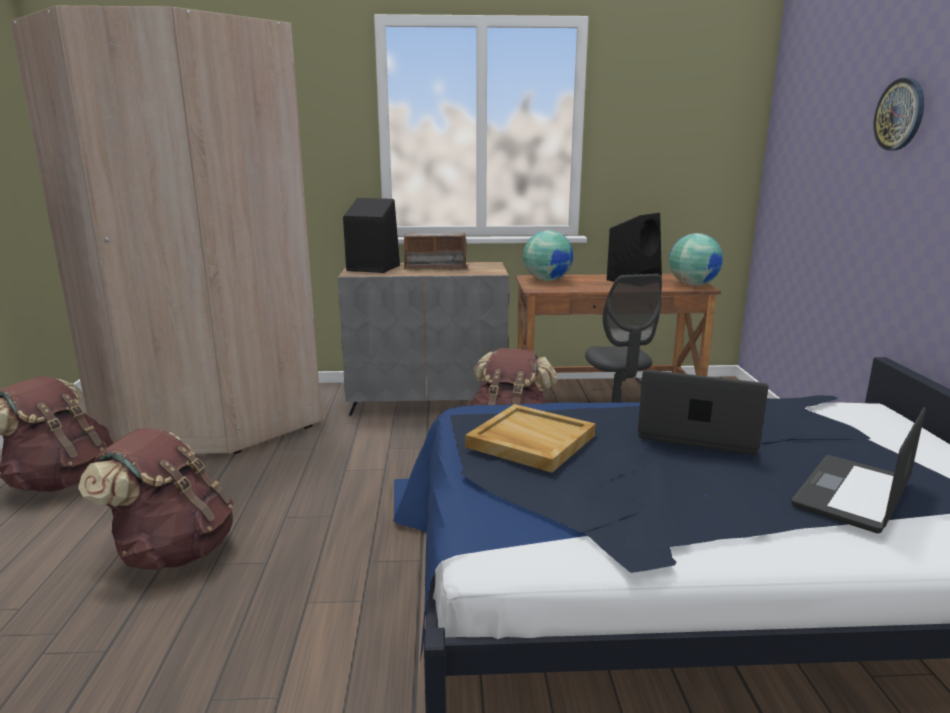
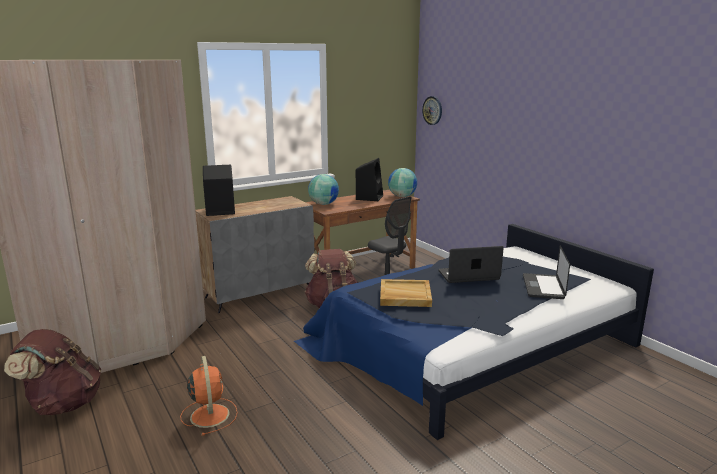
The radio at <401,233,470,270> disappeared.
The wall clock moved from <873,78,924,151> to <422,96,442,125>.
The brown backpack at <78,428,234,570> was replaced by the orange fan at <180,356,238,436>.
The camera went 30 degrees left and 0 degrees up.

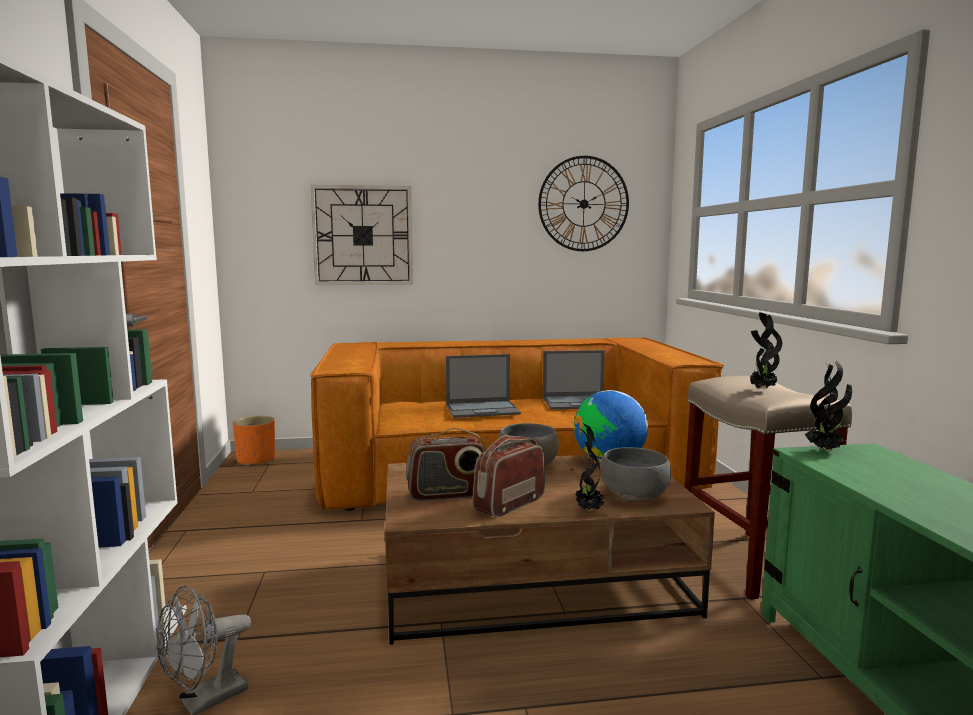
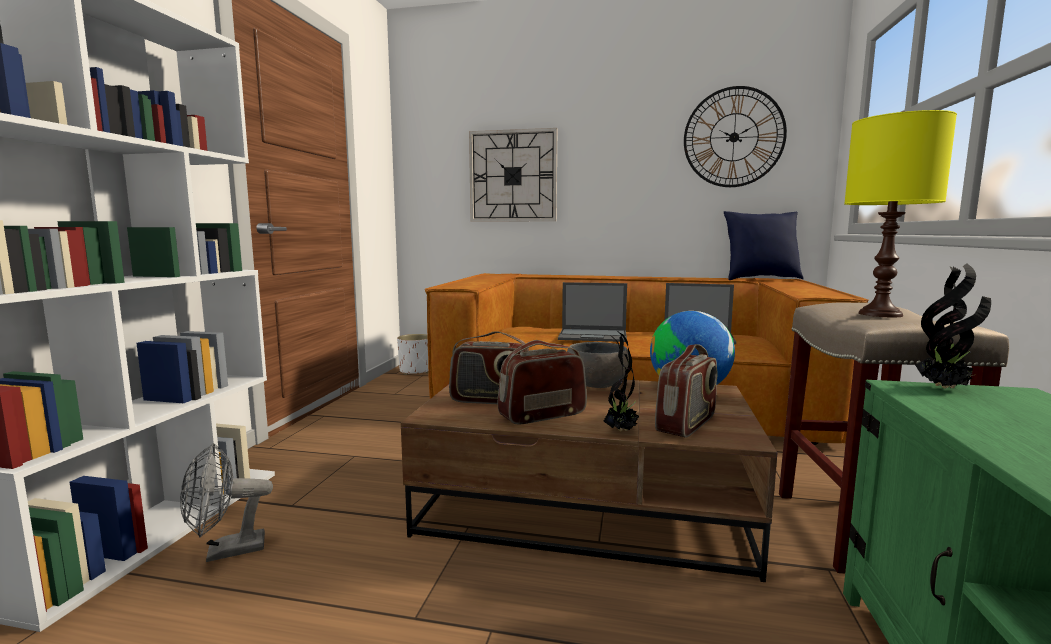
The blue pillow at <724,211,804,280> appeared.
The grey bowl at <600,447,671,503> was replaced by the radio at <655,344,717,438>.
The potted plant at <750,312,782,389> was replaced by the yellow table lamp at <844,110,957,317>.
The orange planter at <233,416,275,466> became the white planter at <397,334,428,375>.
The camera went 20 degrees right and 0 degrees up.

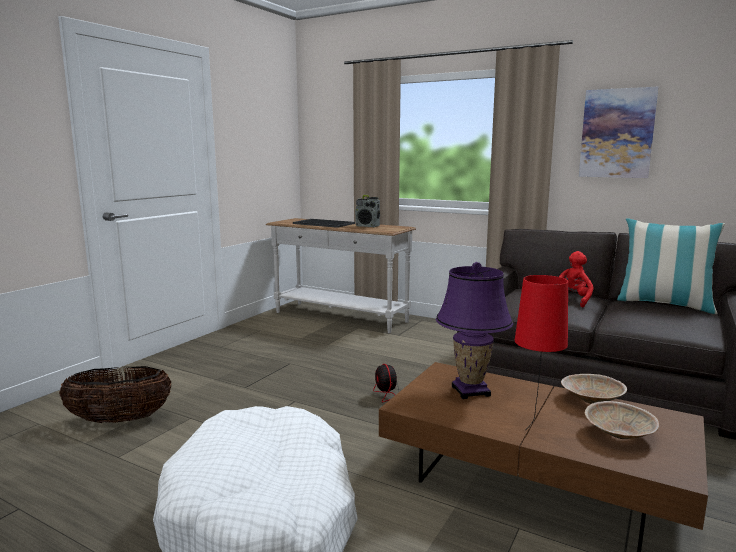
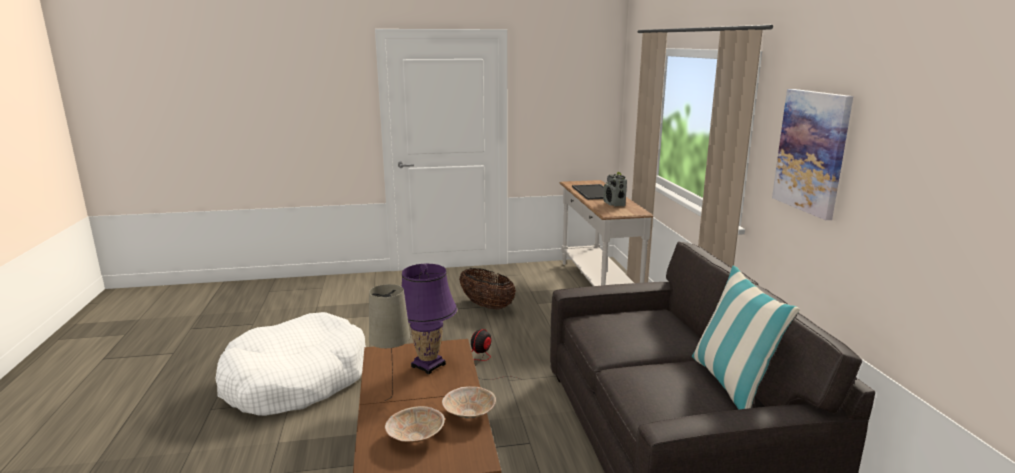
The red plush toy at <559,251,594,308> disappeared.
The basket moved from <59,366,171,423> to <459,268,516,310>.
The red table lamp at <515,275,568,430> became the beige table lamp at <369,284,410,401>.
The camera went 50 degrees right and 5 degrees up.

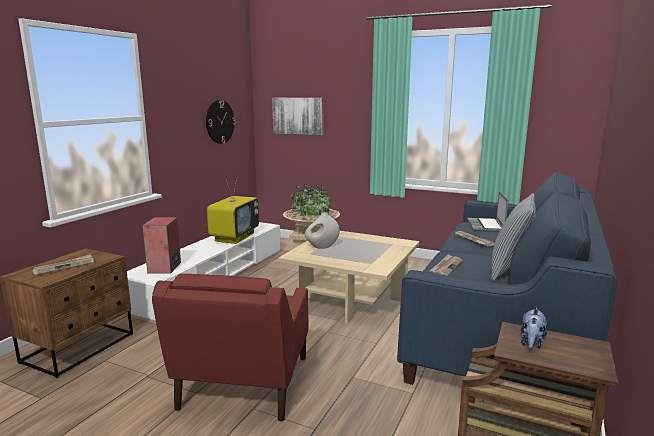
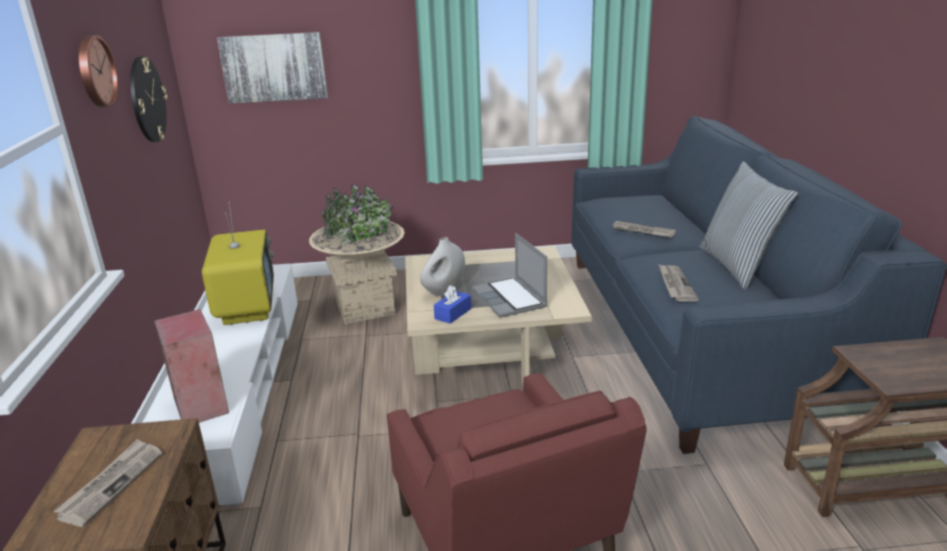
The plush toy at <521,308,547,348> disappeared.
The wall clock at <78,35,119,107> appeared.
The blue tissue box at <434,285,471,324> appeared.
The laptop moved from <467,191,508,232> to <472,233,547,318>.
The camera went 30 degrees left and 10 degrees up.

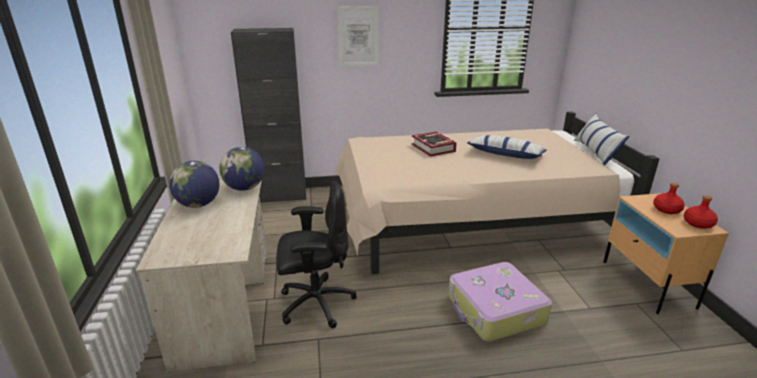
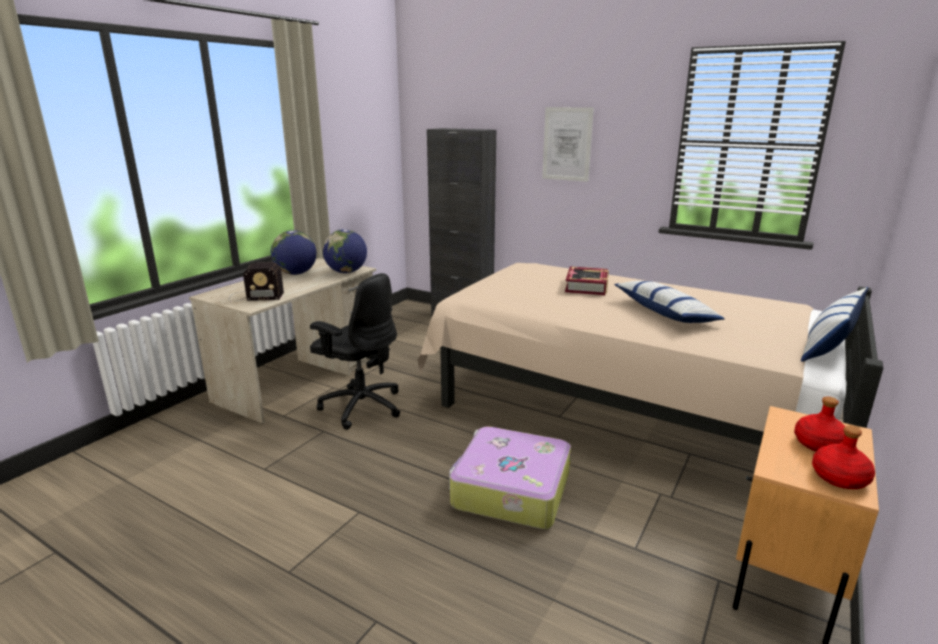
The radio at <229,262,284,302> appeared.
The camera went 40 degrees right and 5 degrees down.

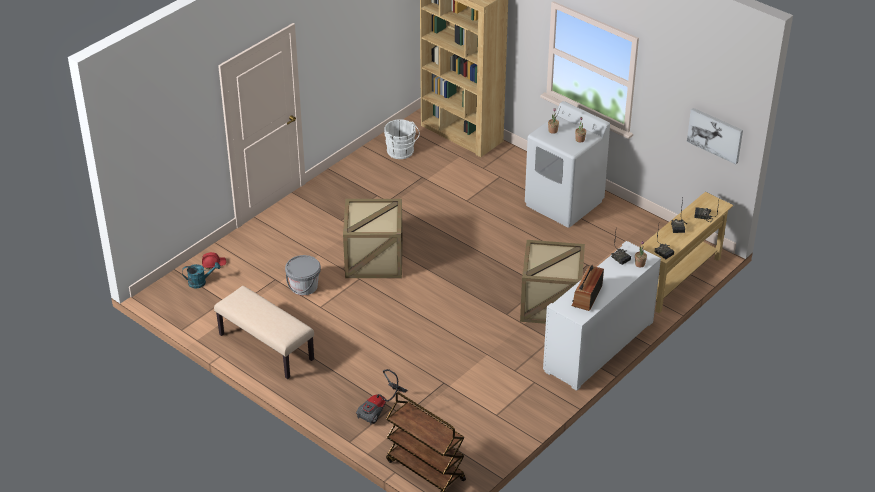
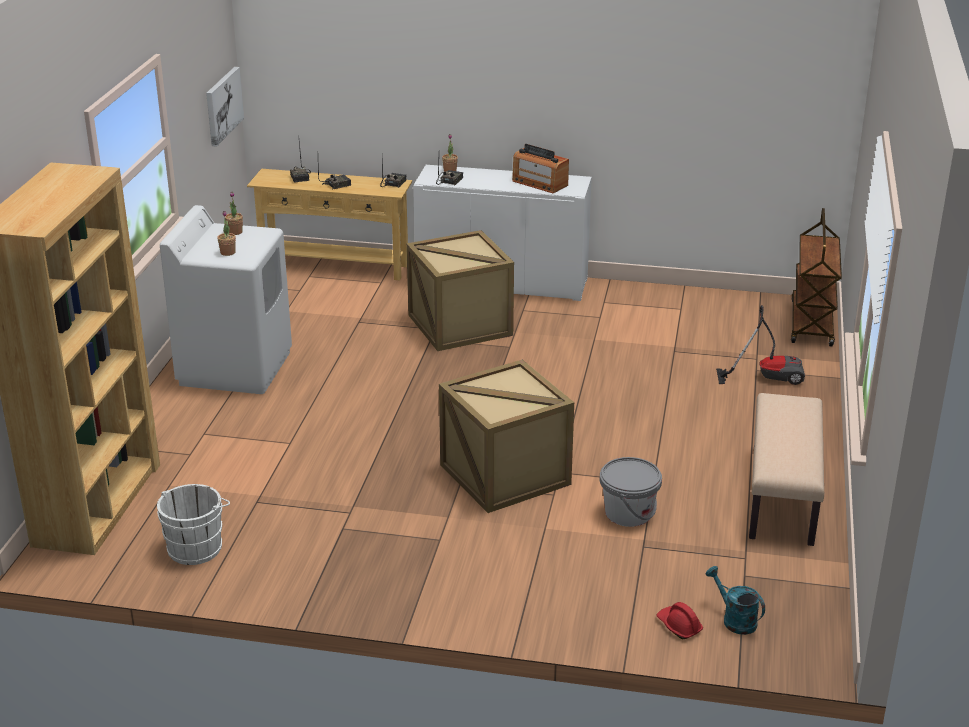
The radio at <572,266,604,311> turned 45 degrees clockwise.
The camera went 120 degrees left and 10 degrees down.

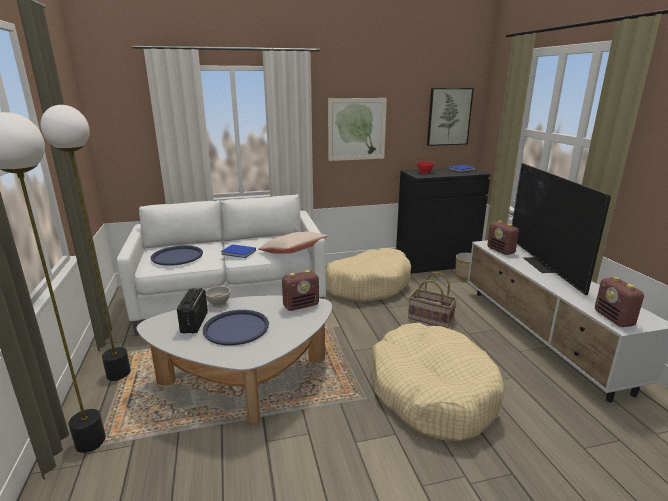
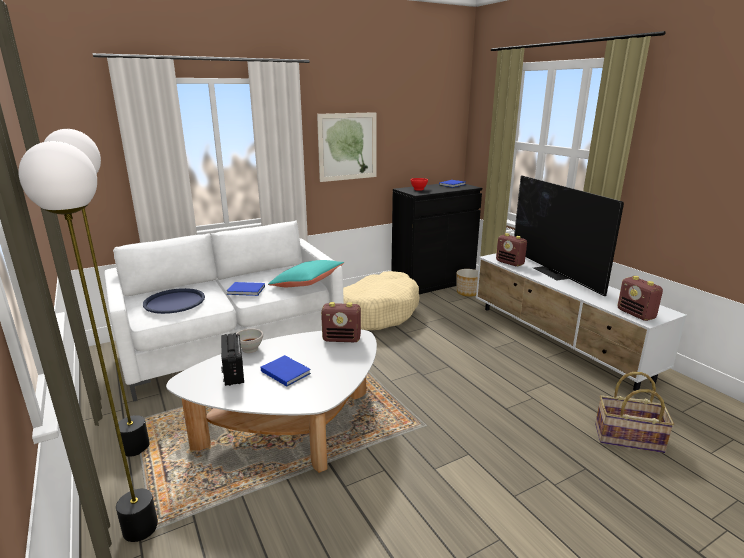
The beige dog bed at <371,323,505,442> disappeared.
The picture at <427,88,474,146> disappeared.
The basket moved from <408,272,457,328> to <595,372,674,453>.
The blue tray at <203,310,269,345> was replaced by the blue book at <261,355,311,387>.
The beige pillow at <258,231,328,254> became the turquoise pillow at <268,260,344,287>.
The radio at <282,270,319,311> turned 45 degrees clockwise.
The camera went 15 degrees left and 0 degrees up.

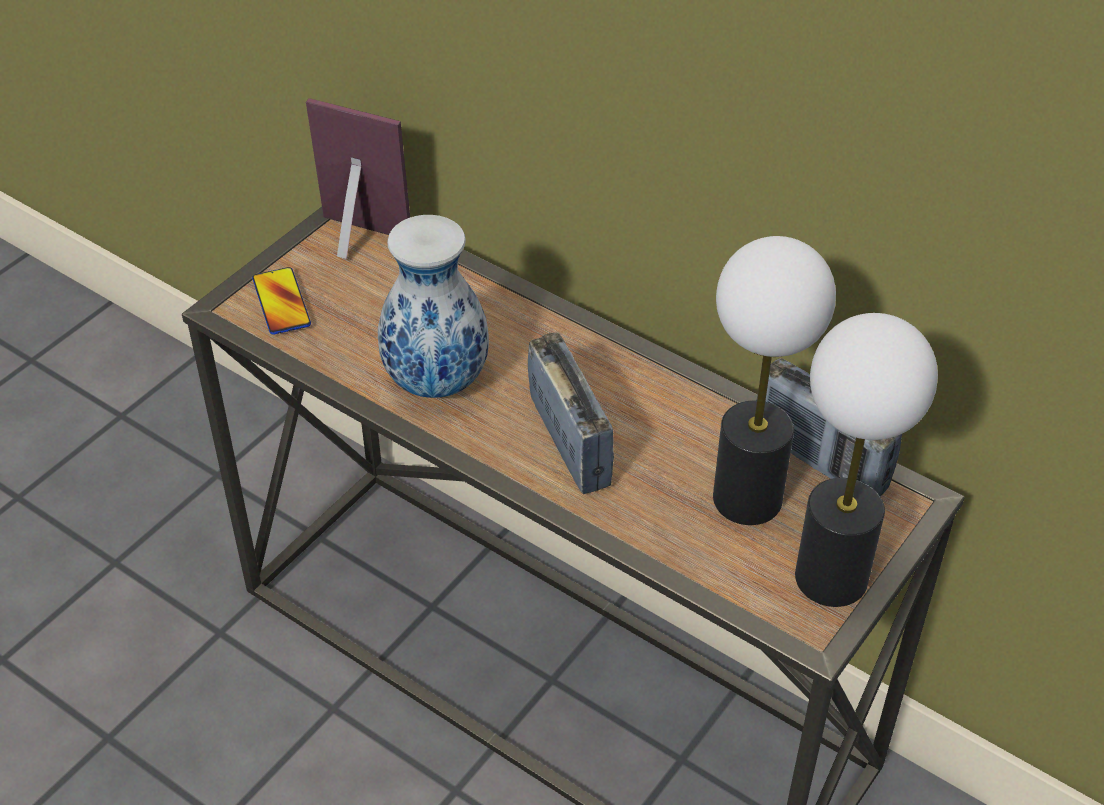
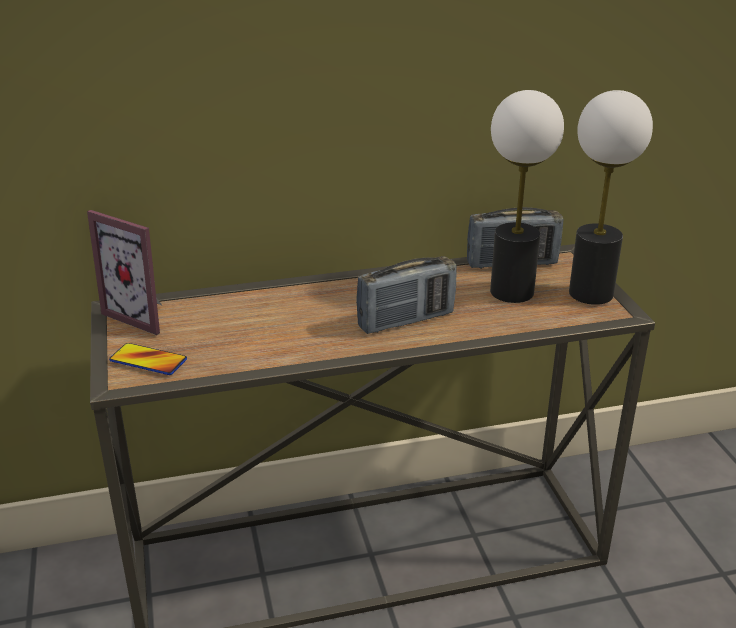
The vase at <378,215,489,398> disappeared.
The picture frame at <306,98,410,259> turned 120 degrees counterclockwise.
The radio at <528,333,614,494> turned 135 degrees clockwise.
The camera went 50 degrees left and 15 degrees down.

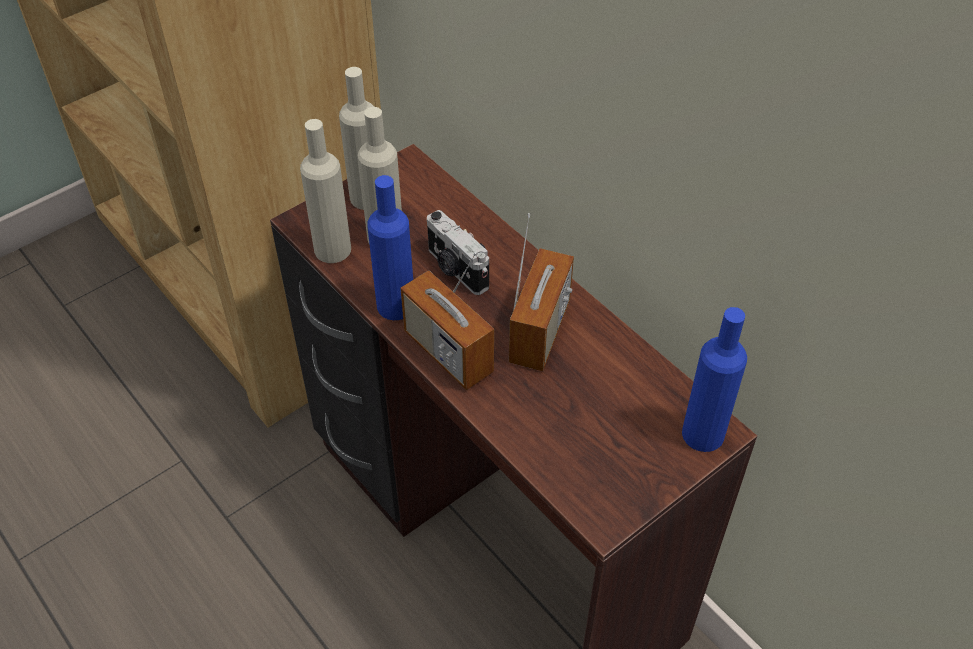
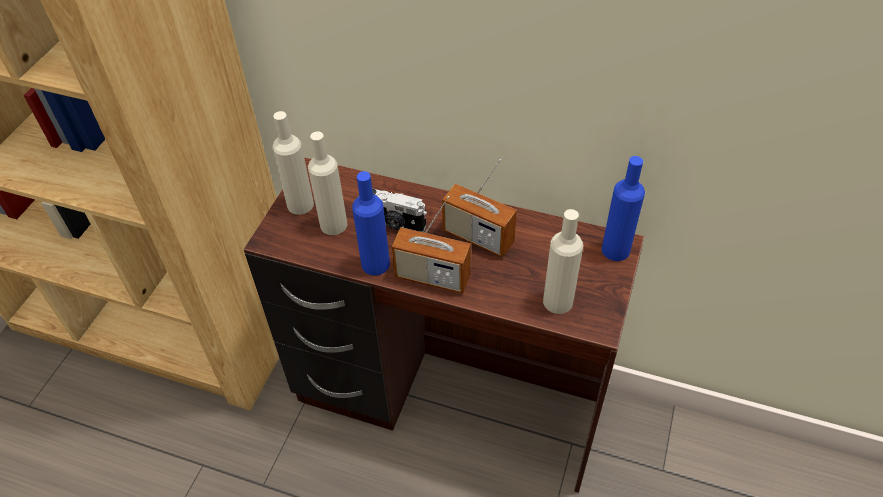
The beige bottle moved from <300,119,351,263> to <543,209,583,314>.
The radio at <509,213,574,371> turned 135 degrees clockwise.
The camera went 30 degrees left and 0 degrees up.

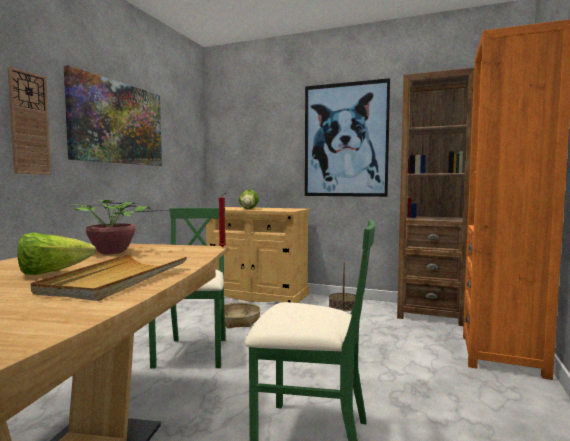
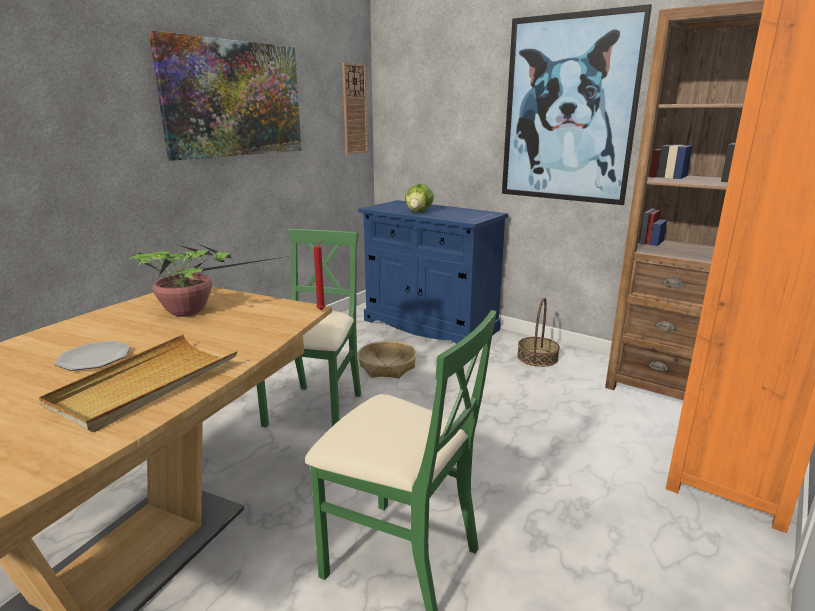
The wall clock moved from <7,67,52,175> to <342,63,368,154>.
The lettuce at <17,233,97,275> was replaced by the plate at <54,341,131,371>.
The beige cabinet at <206,207,310,303> became the blue cabinet at <358,200,508,344>.
The camera went 15 degrees right and 15 degrees up.

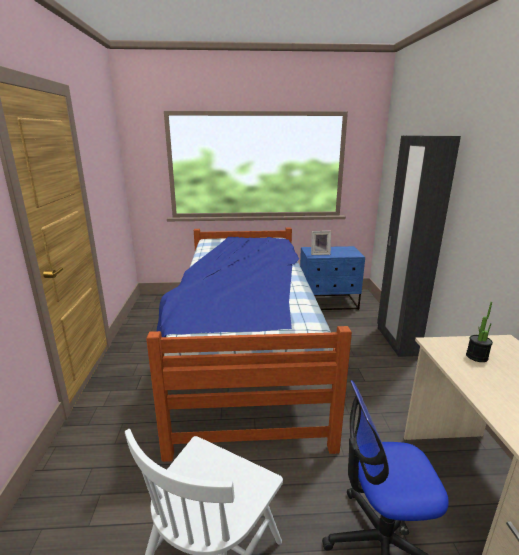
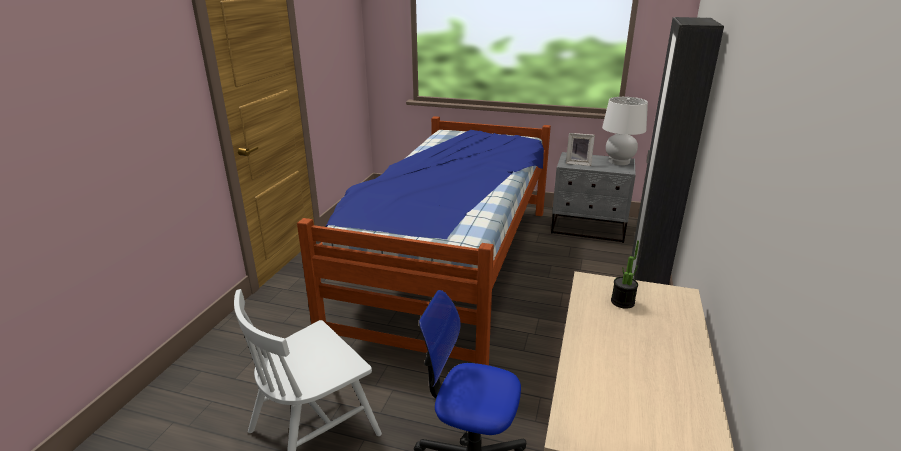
The white table lamp at <602,97,648,165> appeared.
The blue nightstand at <300,246,365,310> became the grey nightstand at <551,152,636,243>.
The camera went 20 degrees right and 5 degrees up.

